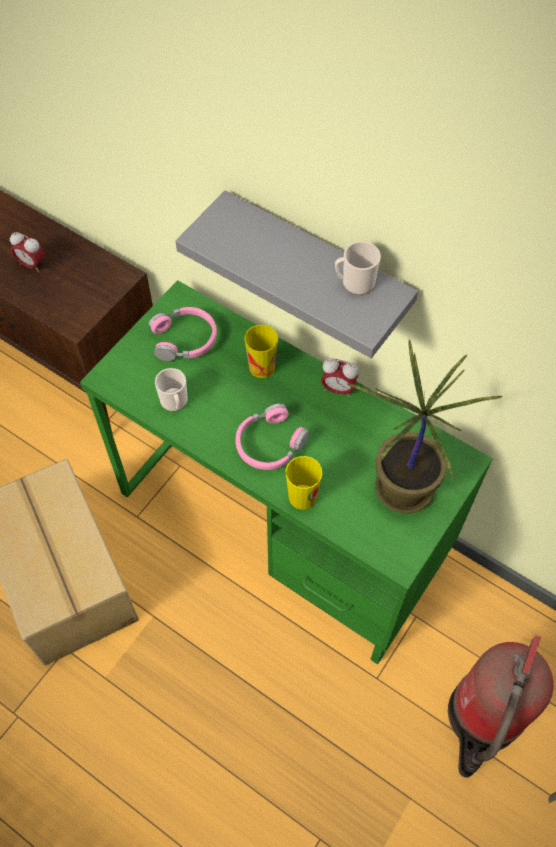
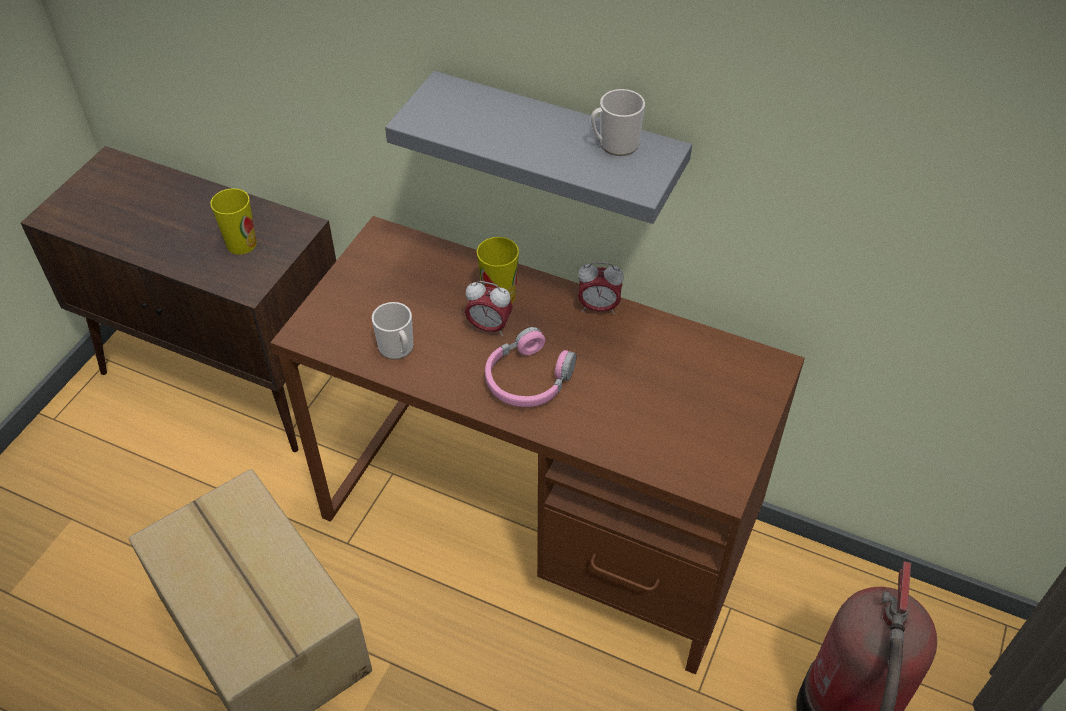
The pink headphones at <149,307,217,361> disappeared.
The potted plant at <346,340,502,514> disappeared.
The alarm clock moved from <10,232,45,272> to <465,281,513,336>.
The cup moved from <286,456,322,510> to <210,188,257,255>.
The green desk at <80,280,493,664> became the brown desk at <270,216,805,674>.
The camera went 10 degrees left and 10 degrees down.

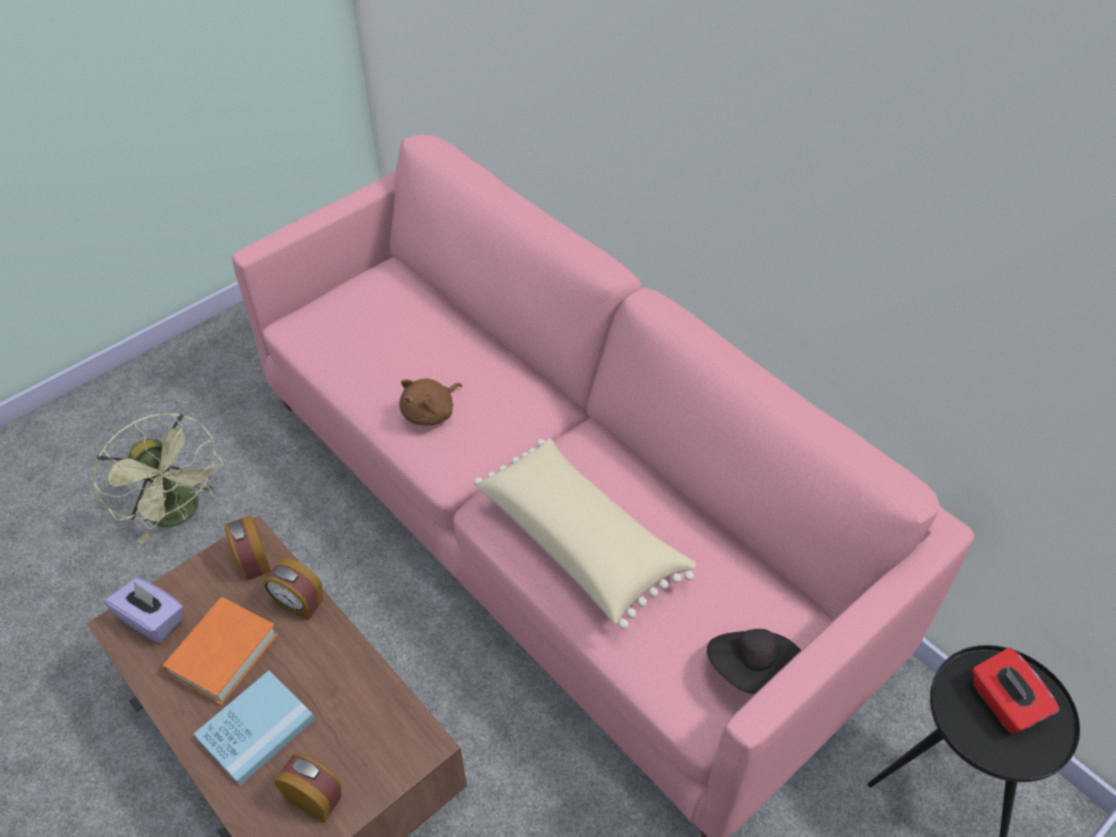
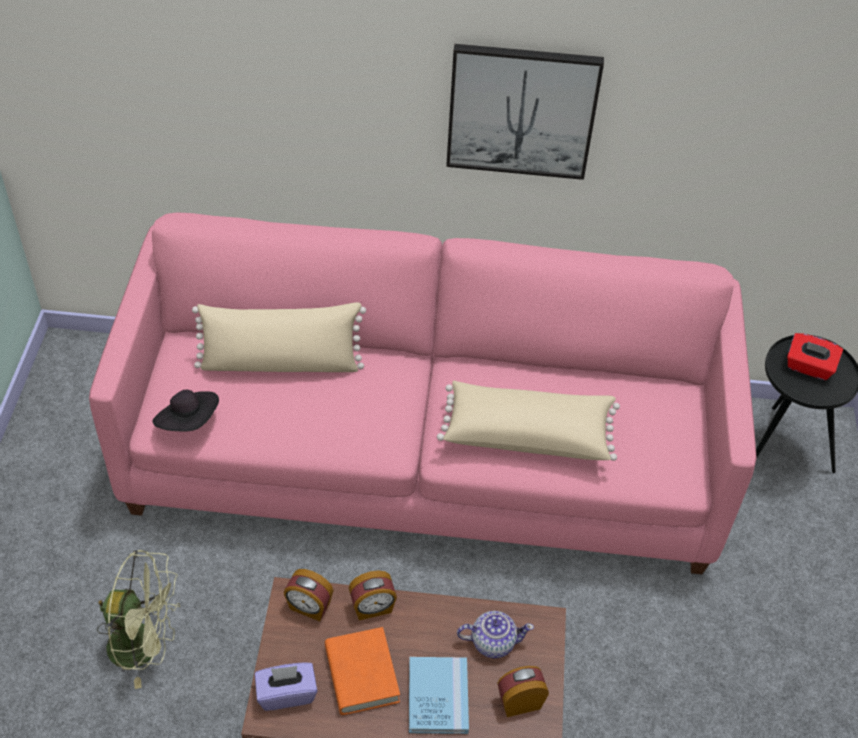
The brown plush toy at <399,378,462,426> disappeared.
The beige pillow at <192,302,366,372> appeared.
The picture at <446,44,604,180> appeared.
The teapot at <457,611,534,658> appeared.
The black hat moved from <707,629,801,694> to <153,390,219,431>.
The camera went 45 degrees left and 0 degrees up.

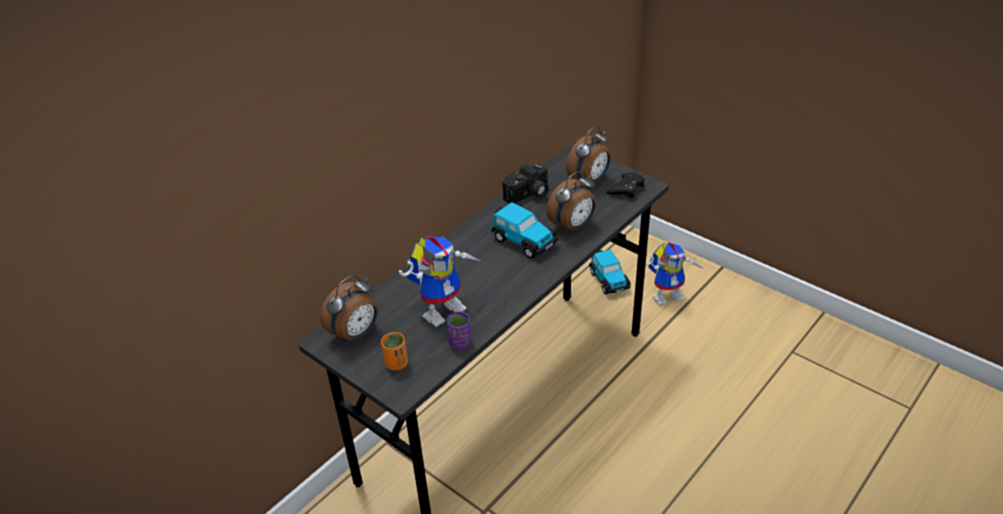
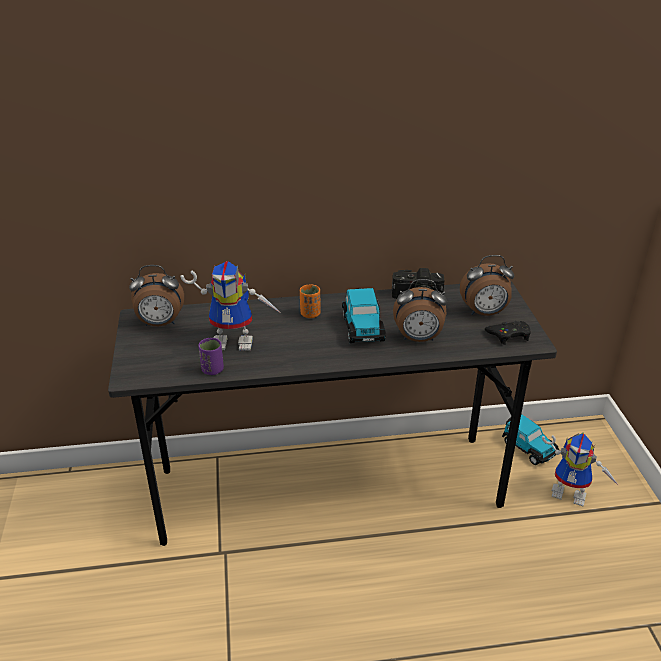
The orange cup moved from <381,332,408,371> to <300,284,321,318>.
The toy car at <589,249,631,295> turned 60 degrees counterclockwise.
The camera went 40 degrees right and 5 degrees down.

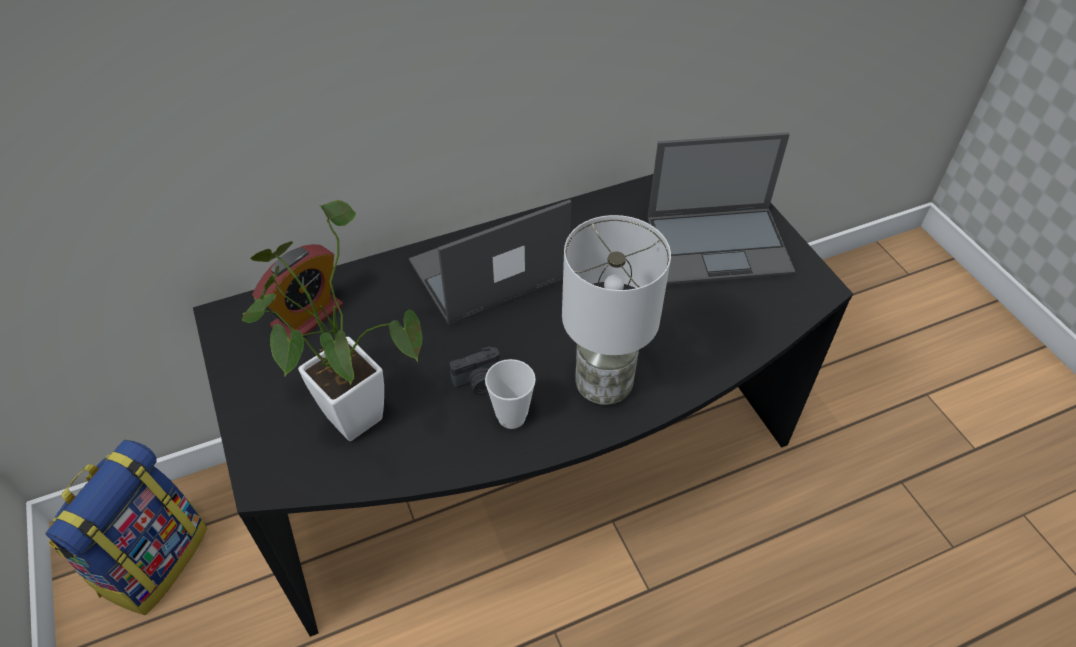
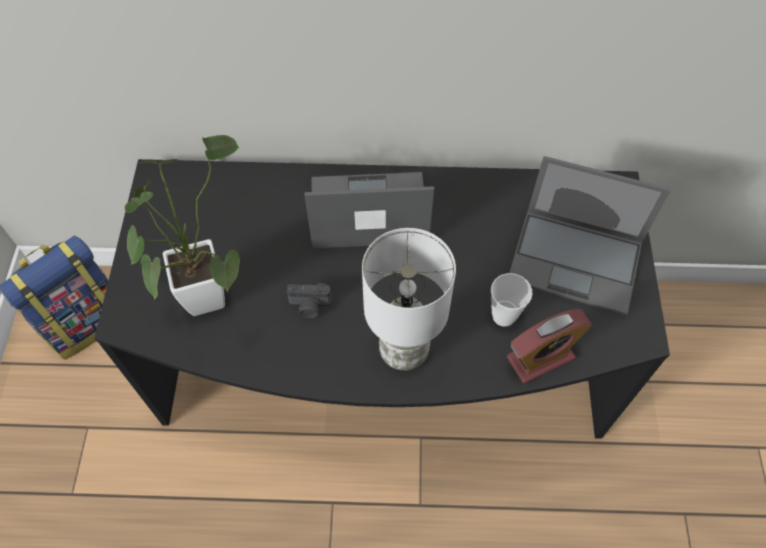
The alarm clock moved from <252,244,343,340> to <507,309,592,384>.
The cup moved from <485,359,536,429> to <491,273,532,327>.
The camera went 25 degrees right and 10 degrees up.

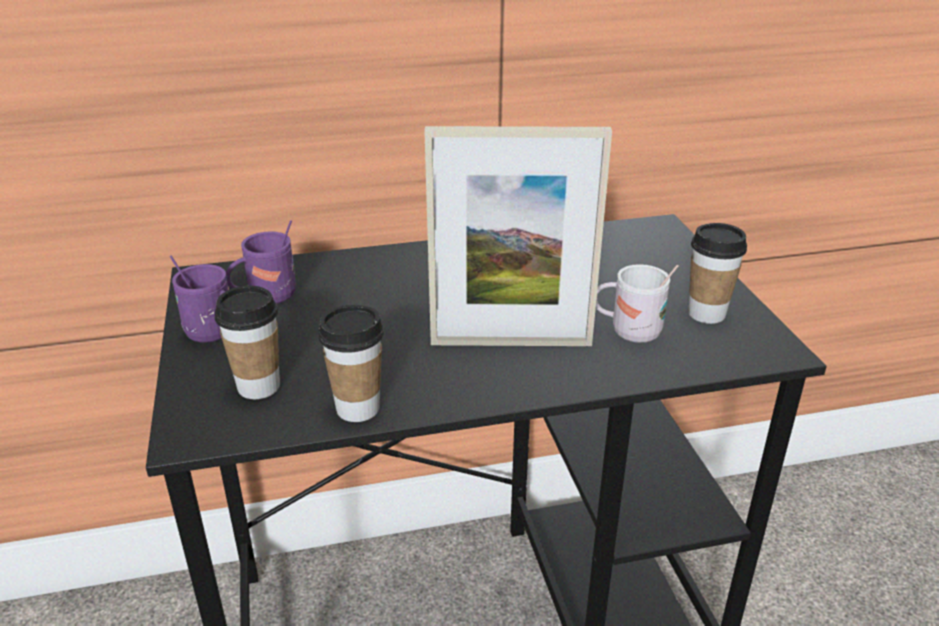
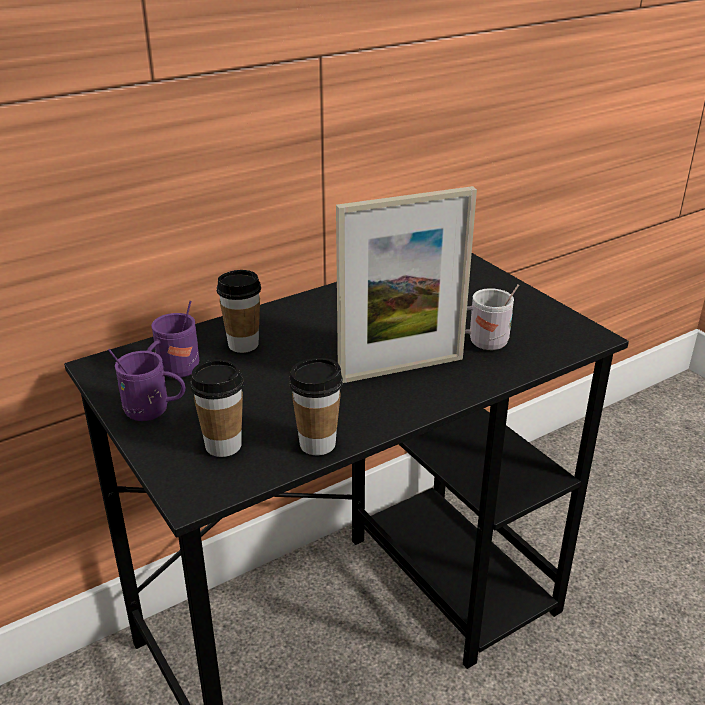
The cup moved from <688,223,747,324> to <217,270,261,353>.
The camera went 20 degrees left and 0 degrees up.

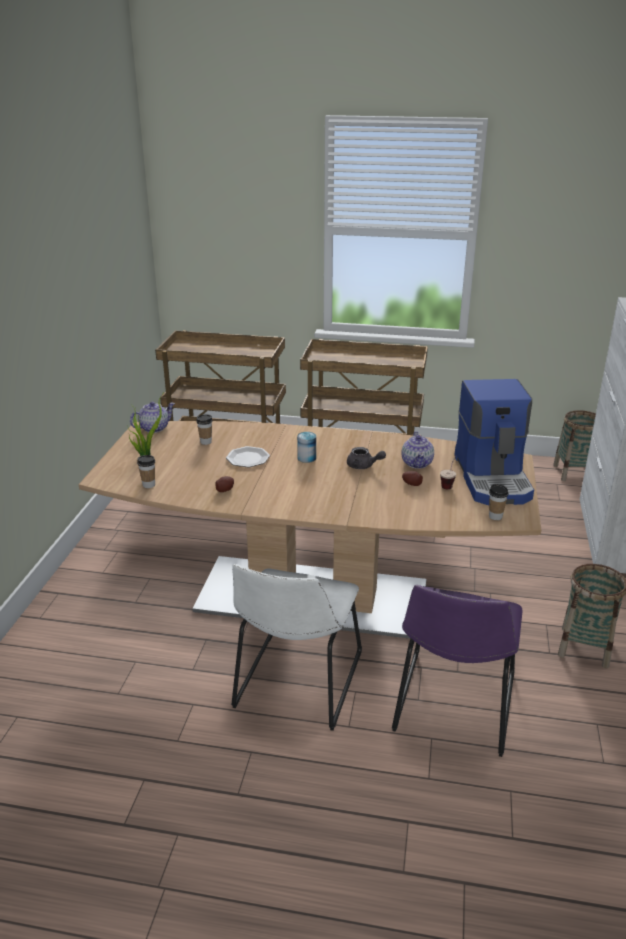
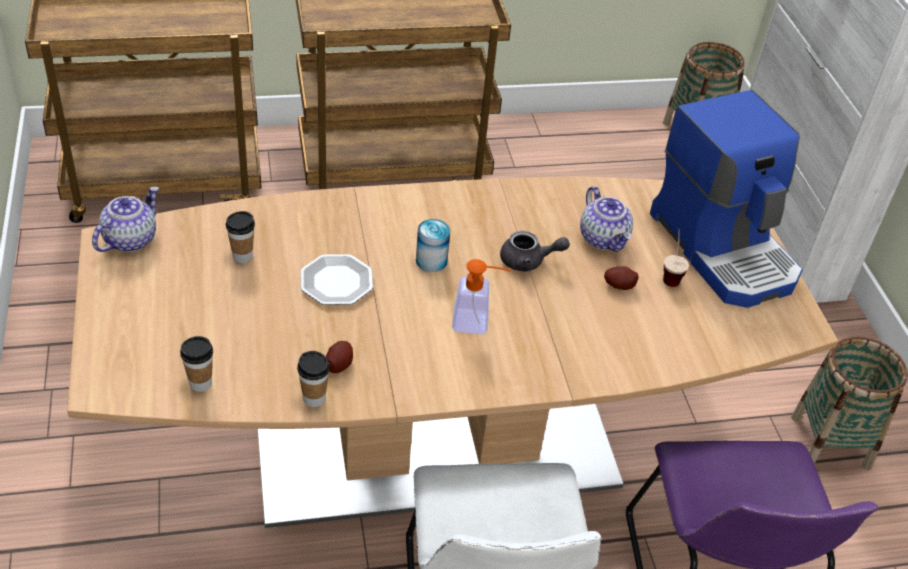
The potted plant at <128,395,162,456> disappeared.
The soap dispenser at <452,259,511,334> appeared.
The cup moved from <489,484,508,520> to <297,351,330,407>.
The camera went 25 degrees left and 15 degrees up.

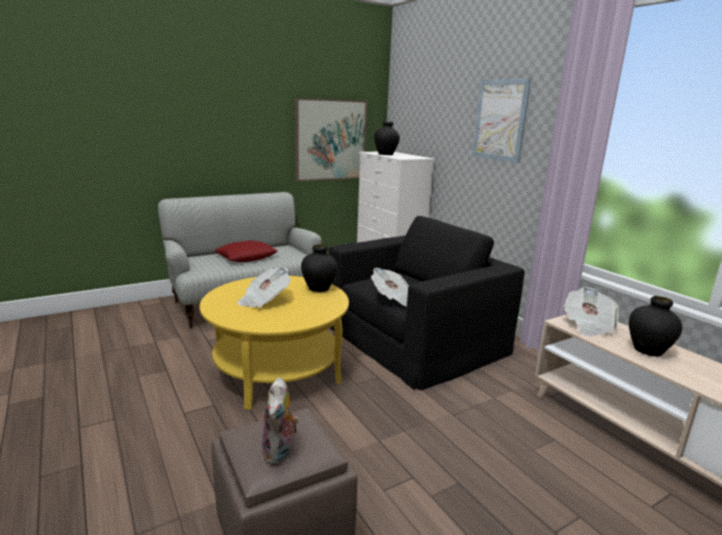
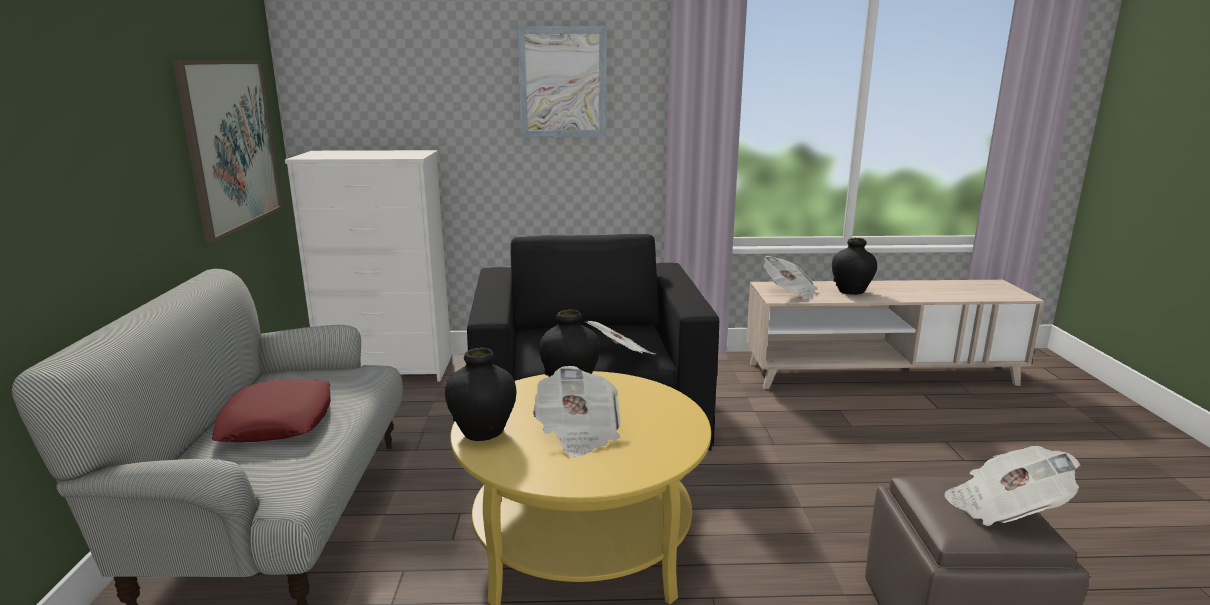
The black vase moved from <374,121,400,155> to <445,347,516,441>.
The plush toy at <262,377,299,465> was replaced by the newspaper at <945,446,1080,526>.
The camera went 60 degrees left and 0 degrees up.

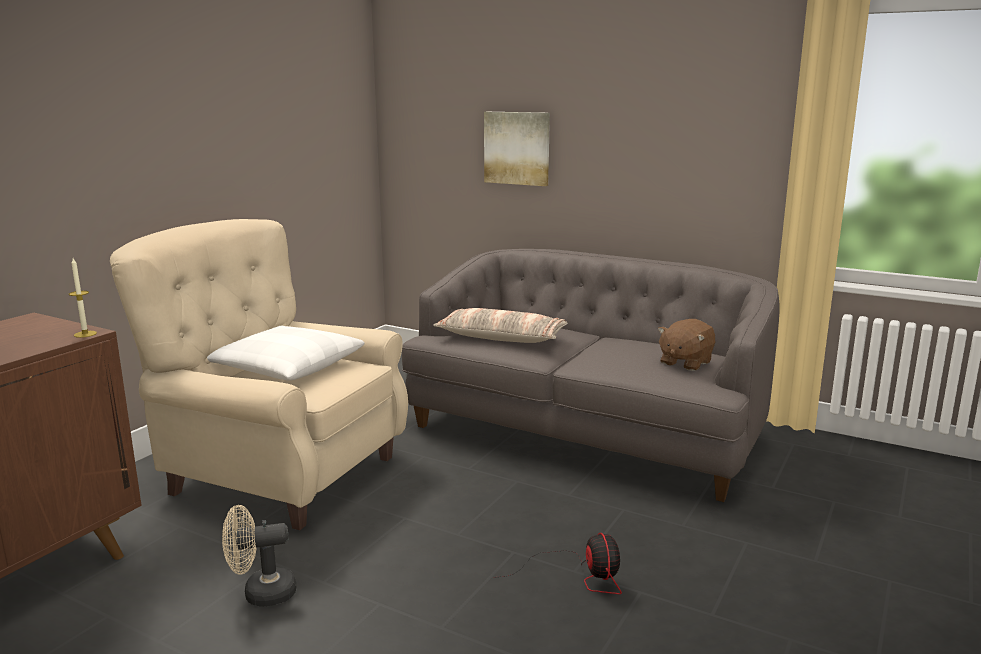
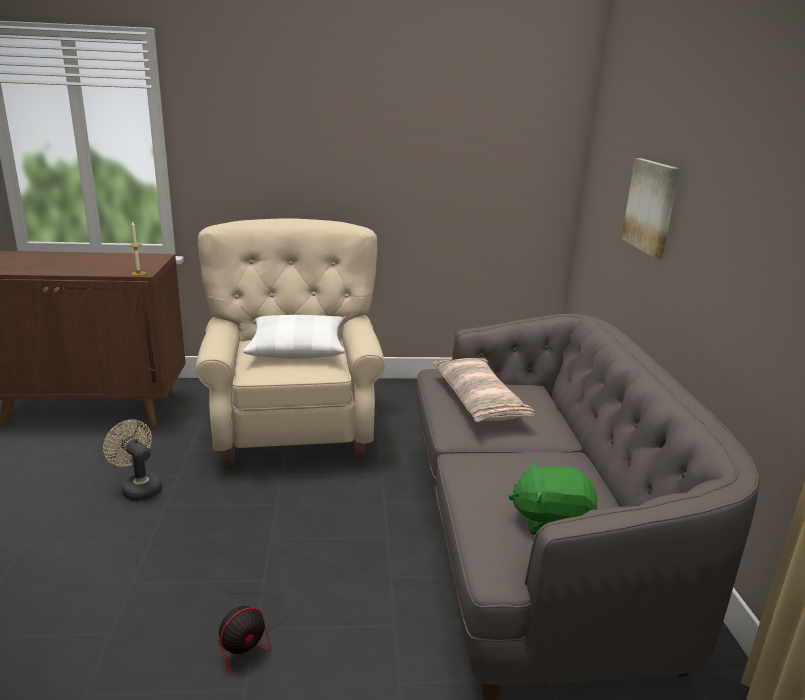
The brown plush toy at <658,319,715,371> became the green plush toy at <508,461,597,535>.
The camera went 55 degrees right and 5 degrees up.

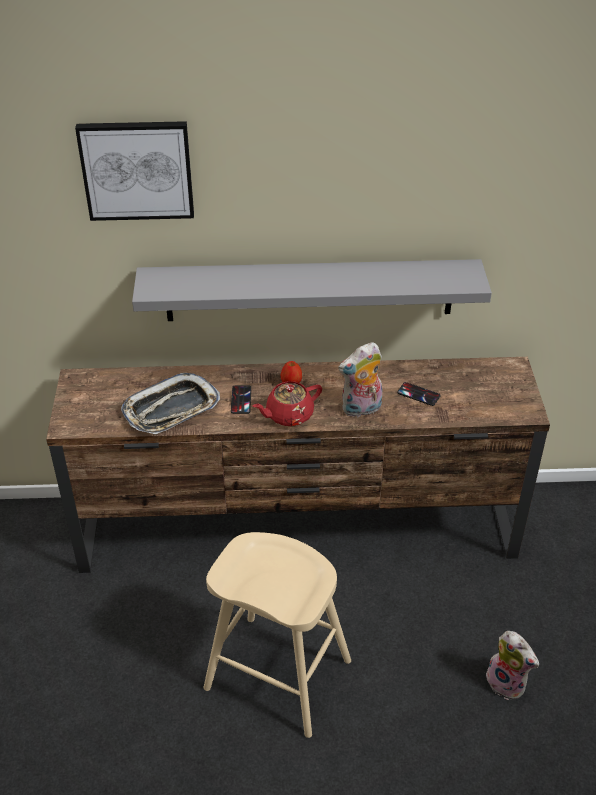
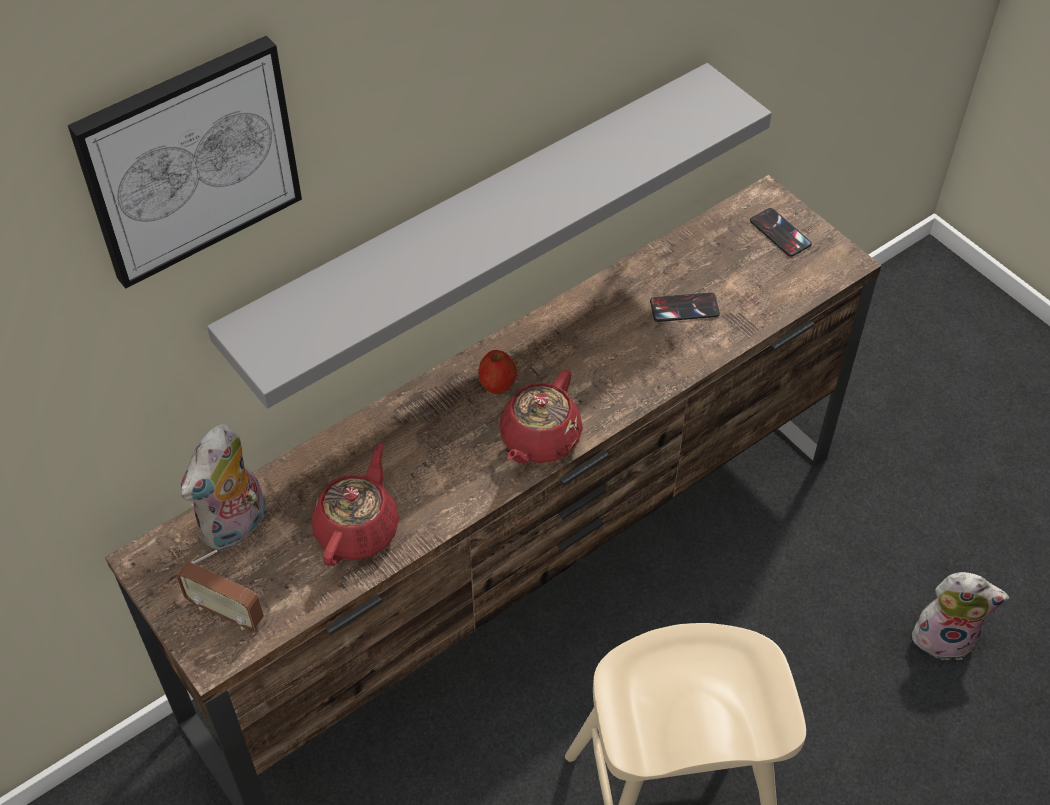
The radio at <176,550,264,631> appeared.
The phone moved from <231,386,251,414> to <750,208,812,257>.
The plush toy moved from <338,342,382,417> to <181,424,266,551>.
The tray at <121,373,220,434> was replaced by the red teapot at <311,443,399,566>.
The camera went 35 degrees left and 10 degrees up.

